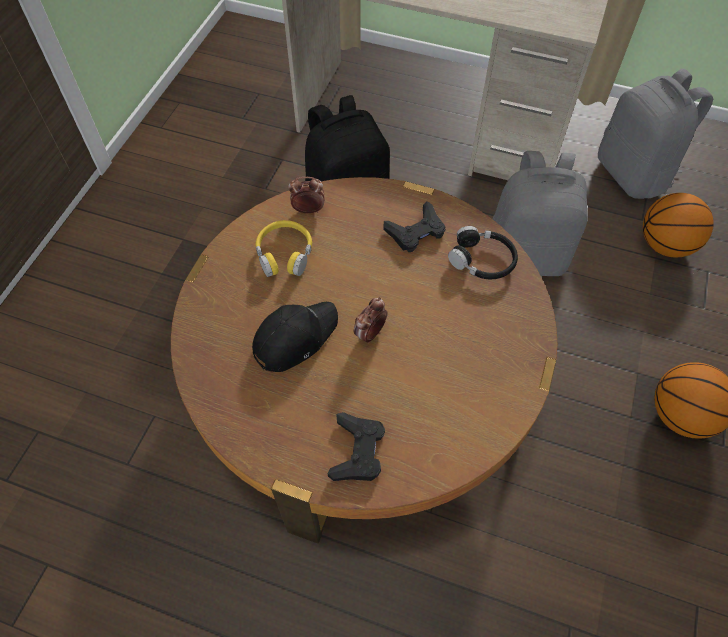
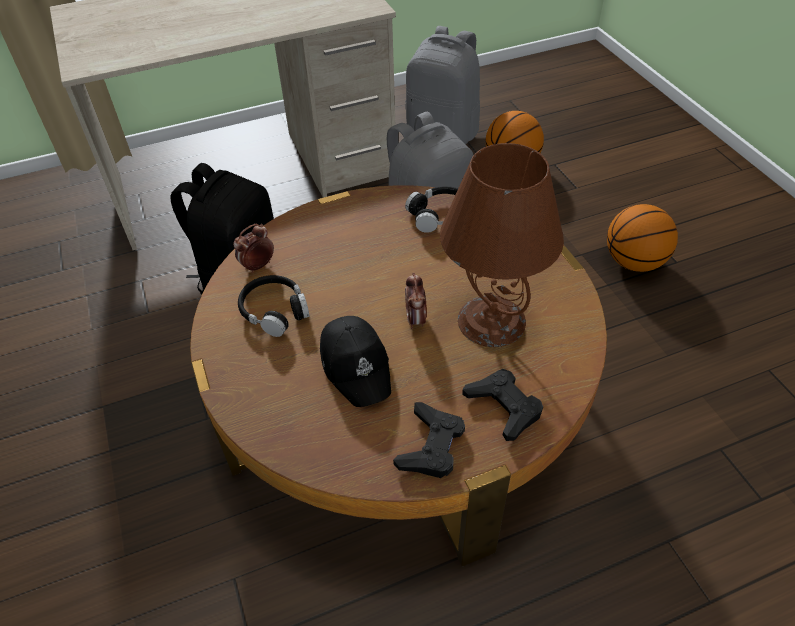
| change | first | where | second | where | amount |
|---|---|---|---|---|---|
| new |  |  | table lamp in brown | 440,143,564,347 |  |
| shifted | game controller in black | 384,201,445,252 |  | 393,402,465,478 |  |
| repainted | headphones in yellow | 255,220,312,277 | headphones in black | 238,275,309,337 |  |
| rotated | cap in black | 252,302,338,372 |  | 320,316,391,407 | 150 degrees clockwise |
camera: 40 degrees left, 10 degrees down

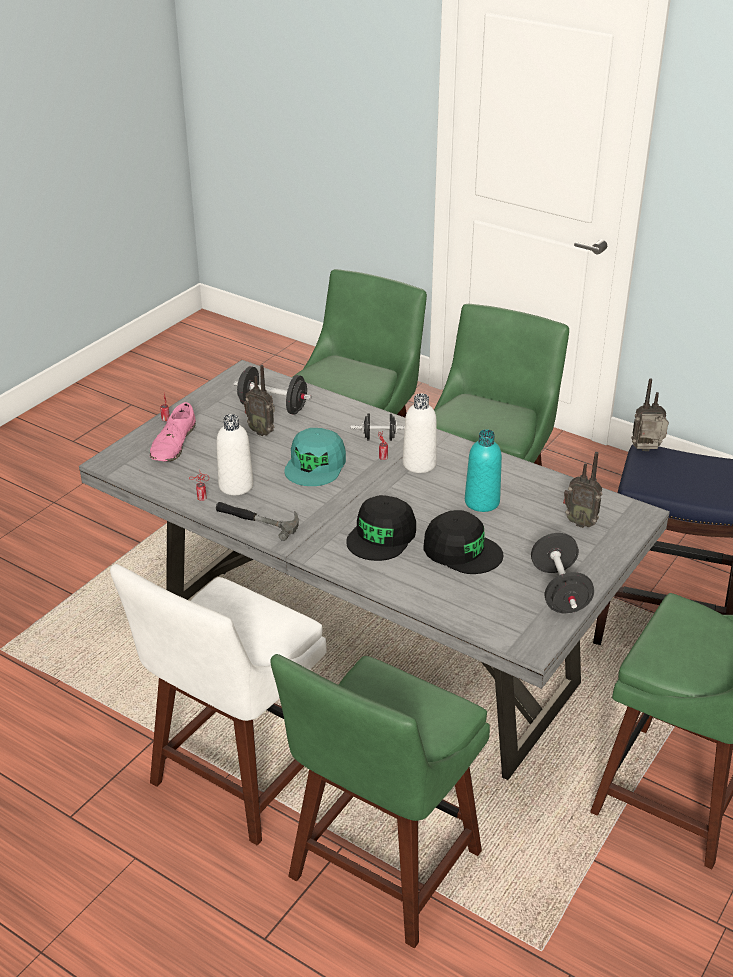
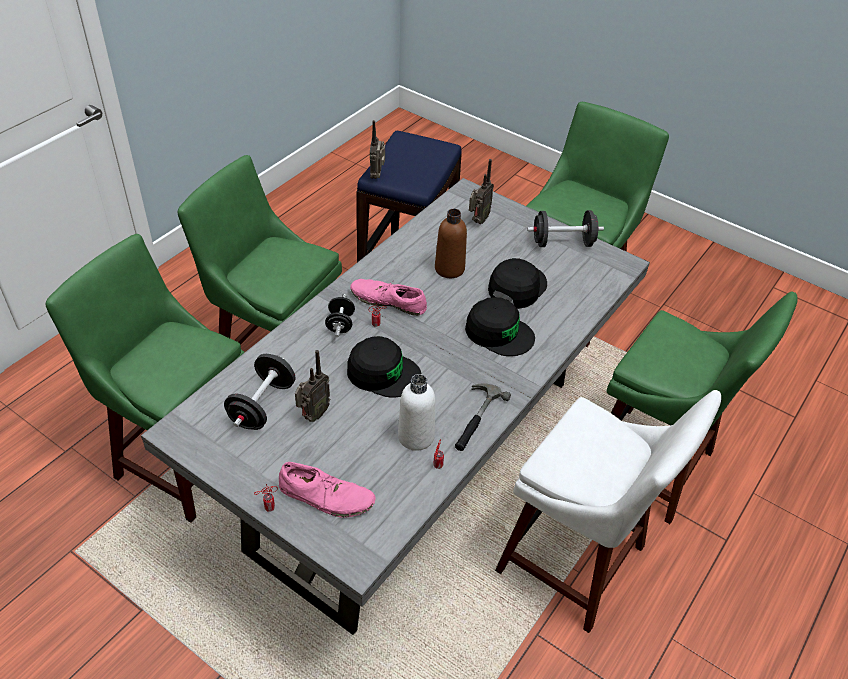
| change | first | where | second | where | amount |
|---|---|---|---|---|---|
| swapped | bottle in white | 403,393,437,473 | shoe in pink | 350,279,427,316 |  |
| repainted | cap in turquoise | 284,428,346,486 | cap in black | 347,336,421,398 |  |
| repainted | bottle in turquoise | 465,429,502,512 | bottle in brown | 435,209,467,278 |  |
camera: 90 degrees left, 10 degrees up

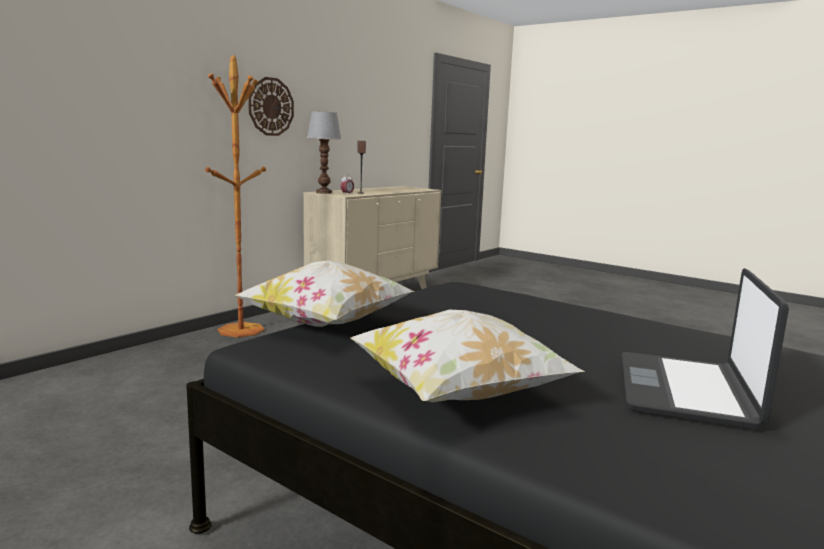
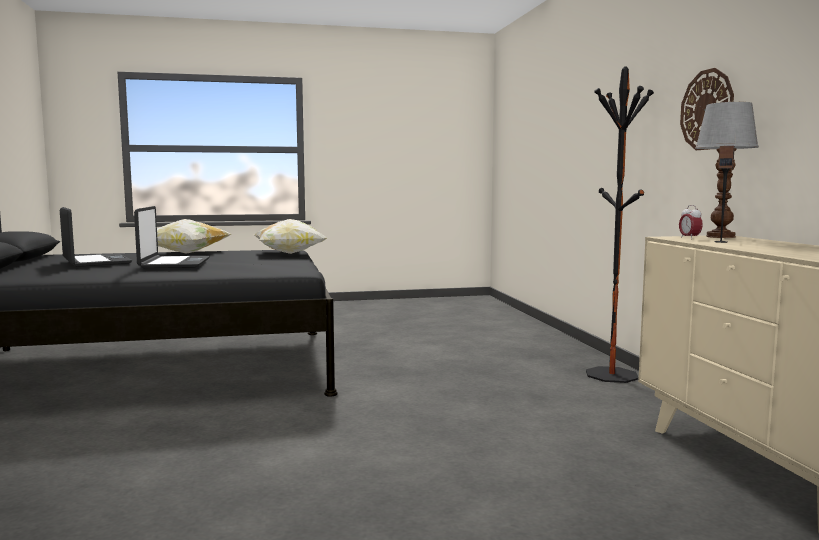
| change | first | where | second | where | amount |
|---|---|---|---|---|---|
| new |  |  | laptop | 134,206,210,269 |  |
| repainted | clothes rack in orange | 205,55,266,338 | clothes rack in black | 586,66,654,383 |  |
camera: 130 degrees right, 5 degrees down

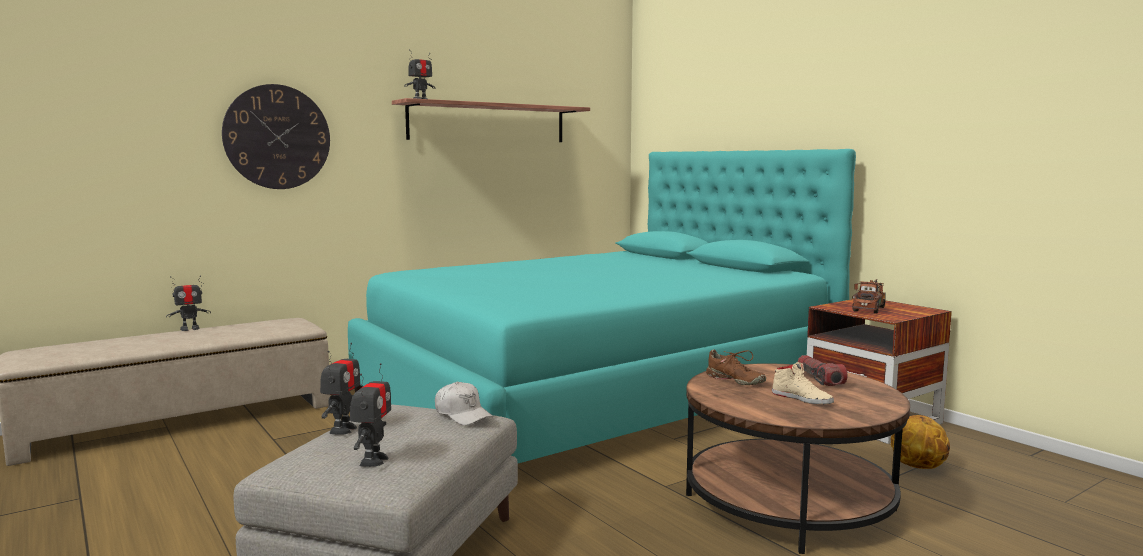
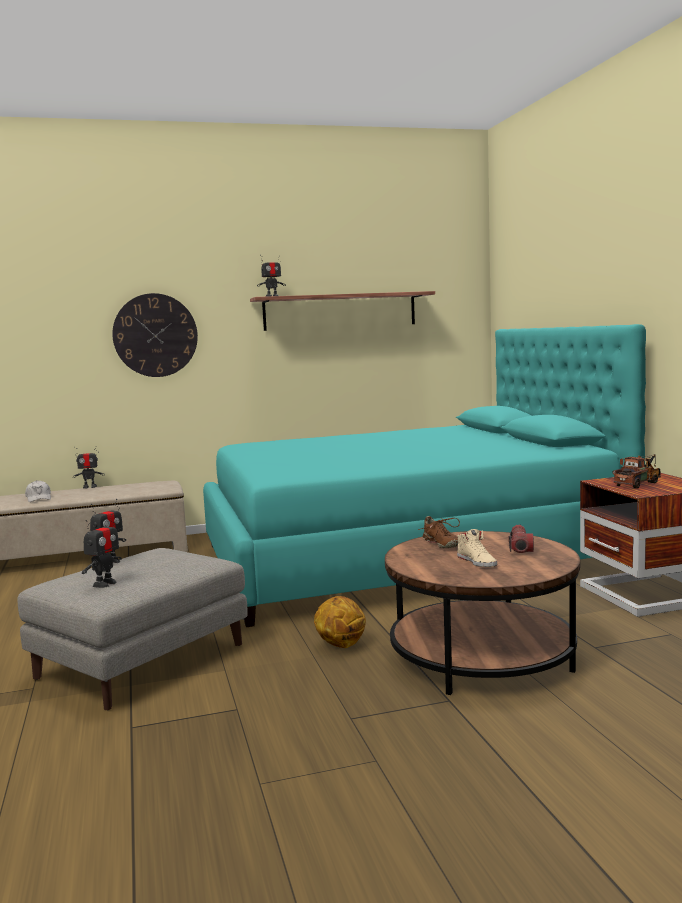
| change | first | where | second | where | amount |
|---|---|---|---|---|---|
| shifted | cap in white | 435,382,493,425 |  | 25,480,51,502 |  |
| shifted | basketball | 891,415,950,469 |  | 314,596,366,648 |  |
camera: 20 degrees right, 0 degrees up

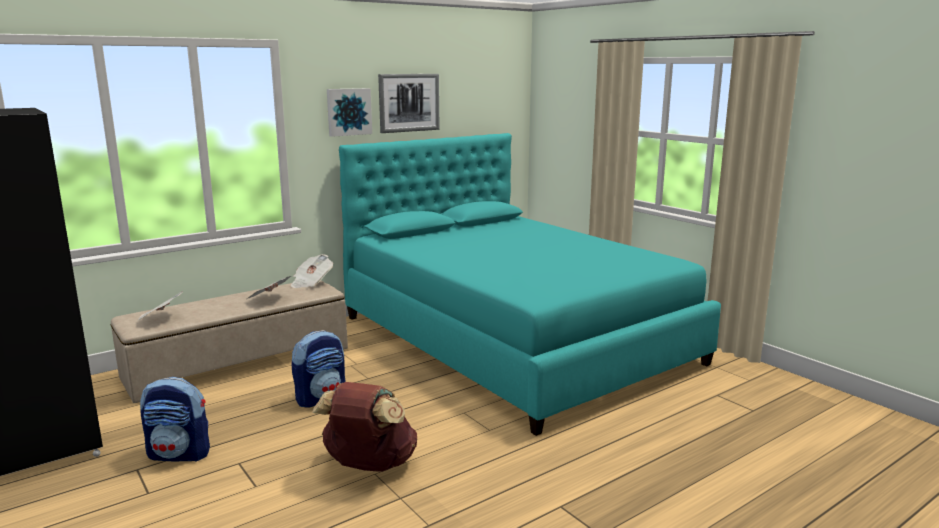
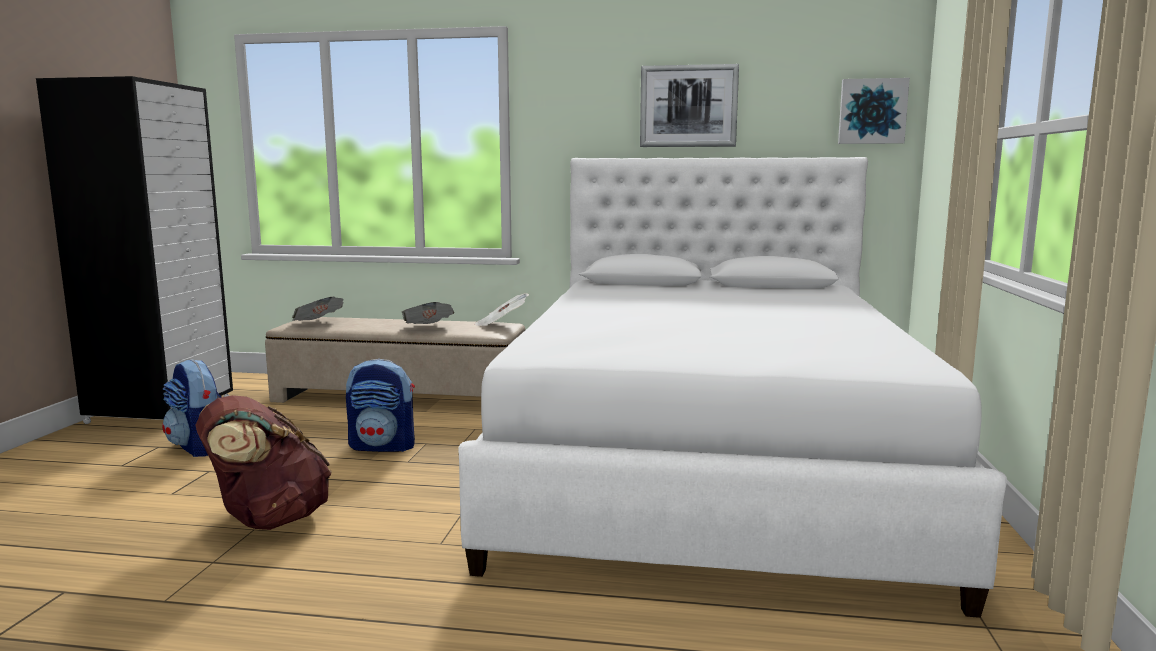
| change | first | where | second | where | amount |
|---|---|---|---|---|---|
| shifted | picture | 327,88,372,137 |  | 838,78,910,144 |  |
| repainted | bed in turquoise | 339,133,721,436 | bed in white | 459,157,1007,618 |  |
camera: 45 degrees right, 5 degrees down

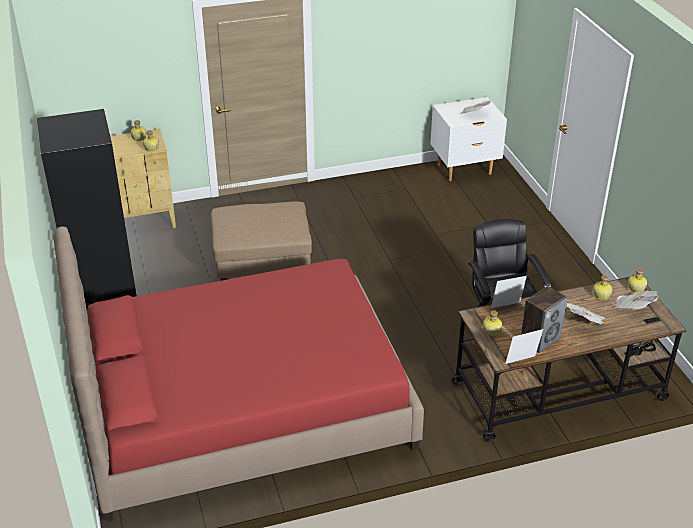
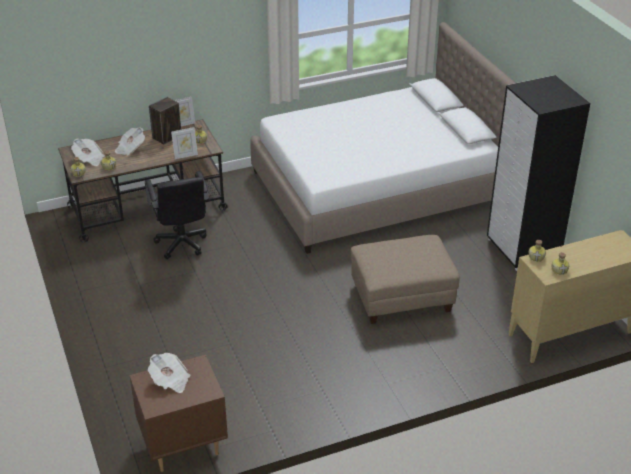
| change | first | where | second | where | amount |
|---|---|---|---|---|---|
| repainted | bed in red | 54,226,424,522 | bed in white | 250,22,515,254 |  |
| repainted | nightstand in white | 431,97,507,181 | nightstand in brown | 129,355,228,472 |  |
camera: 175 degrees right, 0 degrees up

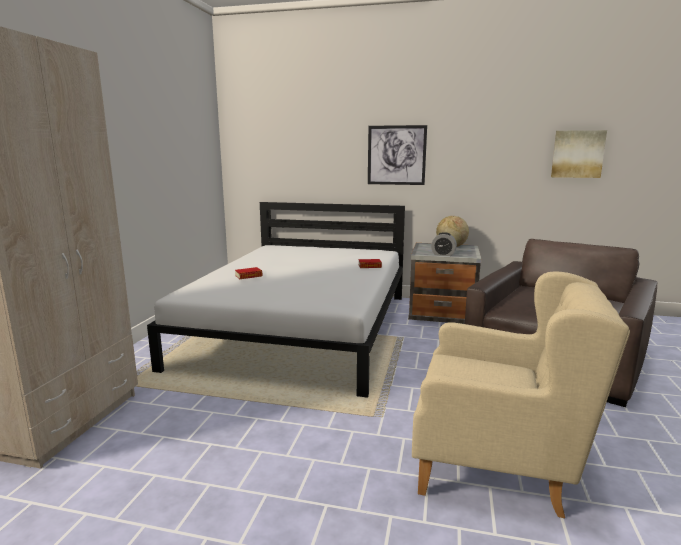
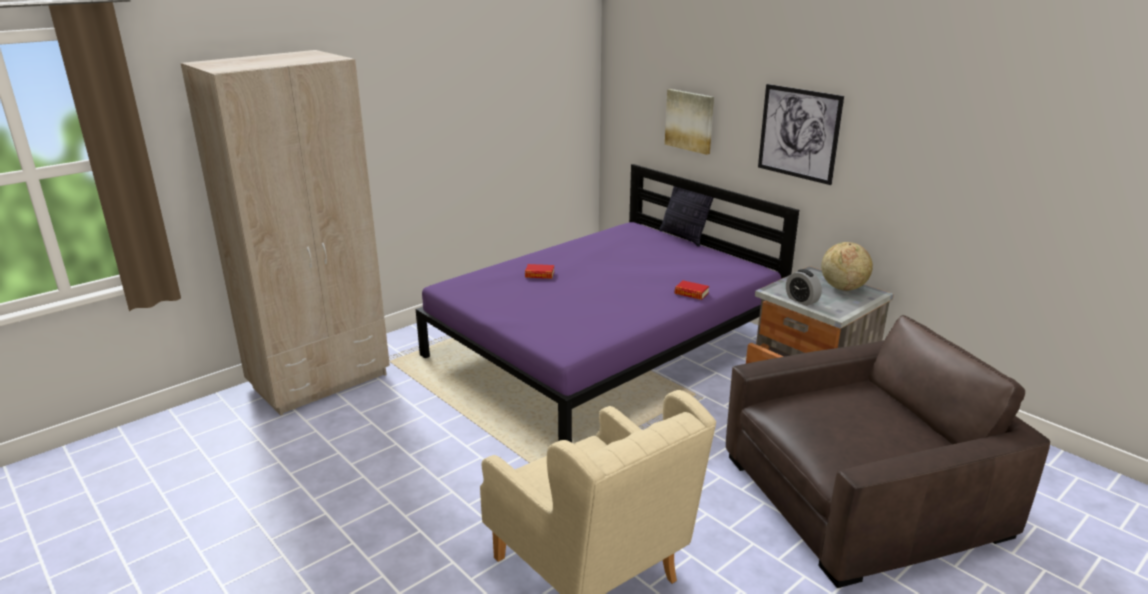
| change | first | where | second | where | amount |
|---|---|---|---|---|---|
| new |  |  | pillow | 659,186,714,247 |  |
| shifted | picture | 551,130,607,178 |  | 665,89,714,155 |  |
| repainted | bed in white | 147,202,405,398 | bed in purple | 416,164,799,442 |  |
camera: 35 degrees right, 10 degrees up

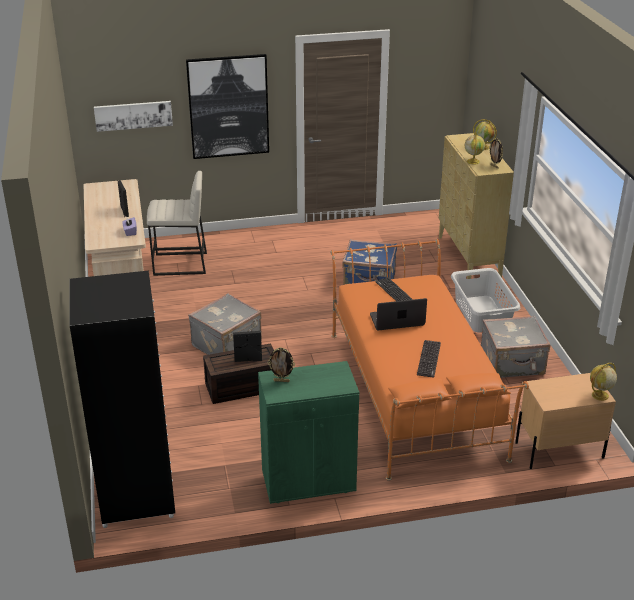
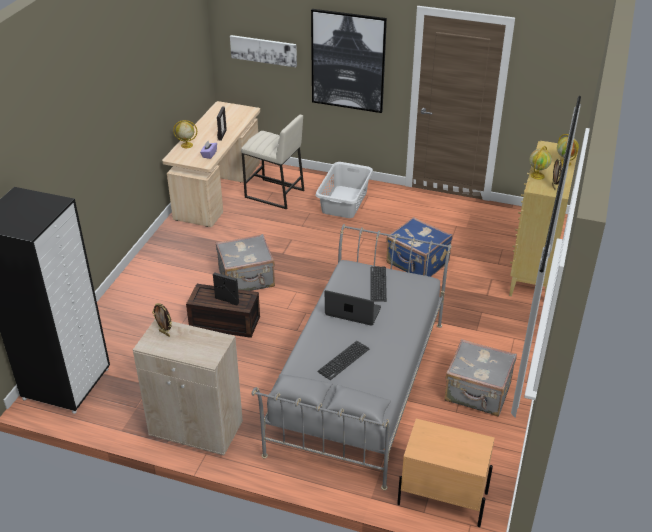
| change | first | where | second | where | amount |
|---|---|---|---|---|---|
| shifted | laundry basket in grey | 451,268,520,332 |  | 315,162,373,218 |  |
| shifted | globe | 590,363,617,401 |  | 173,120,197,148 |  |
| repainted | cabinet in green | 258,361,359,504 | cabinet in beige | 133,319,243,455 |  |
| repainted | bed in orange | 330,239,529,481 | bed in grey | 251,224,452,490 |  |
camera: 30 degrees right, 5 degrees up

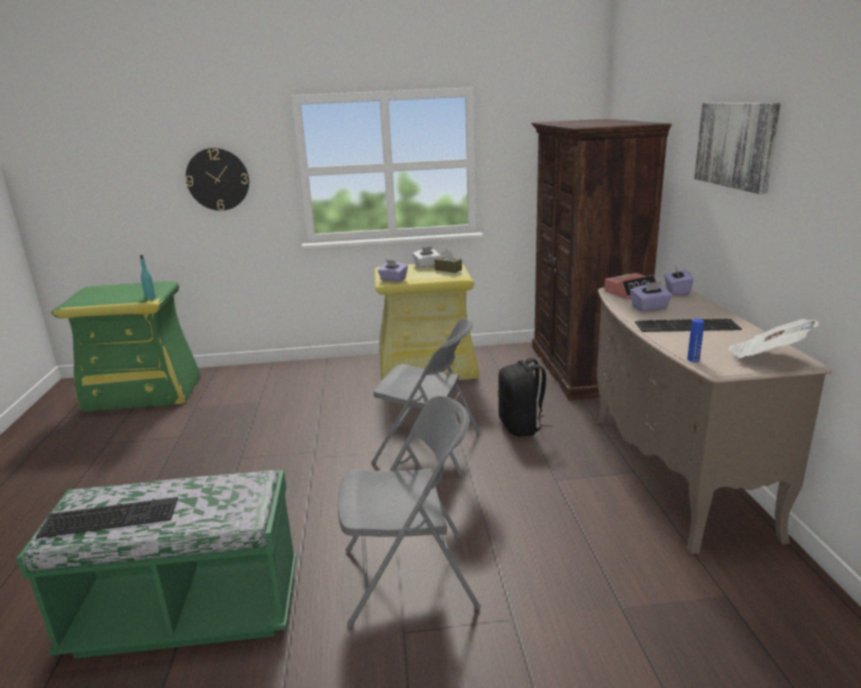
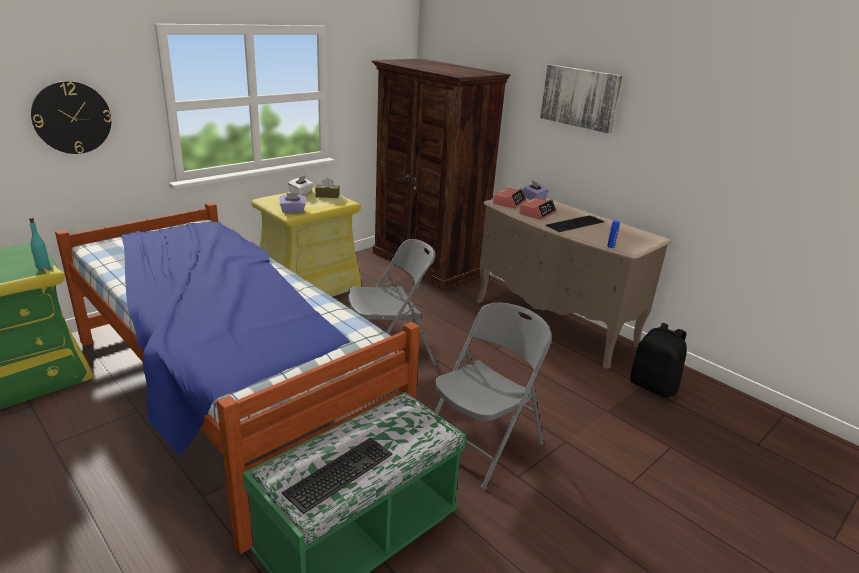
| change | first | where | second | where | amount |
|---|---|---|---|---|---|
| gone | newspaper | 728,319,819,359 |  |  |  |
| new |  |  | bed | 55,202,420,554 |  |
| shifted | backpack in black | 498,358,552,437 |  | 630,323,687,398 |  |
| swapped | tissue box in purple | 630,281,672,311 | alarm clock | 519,198,557,220 |  |
camera: 40 degrees left, 5 degrees up

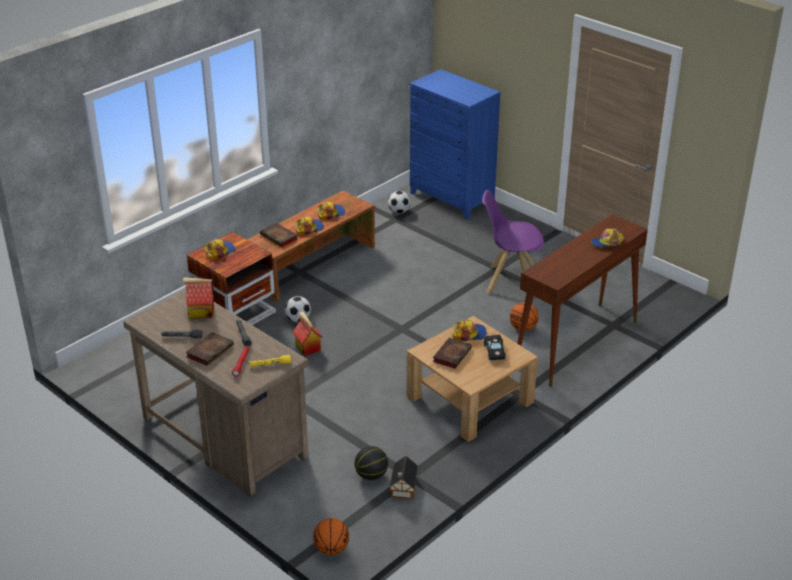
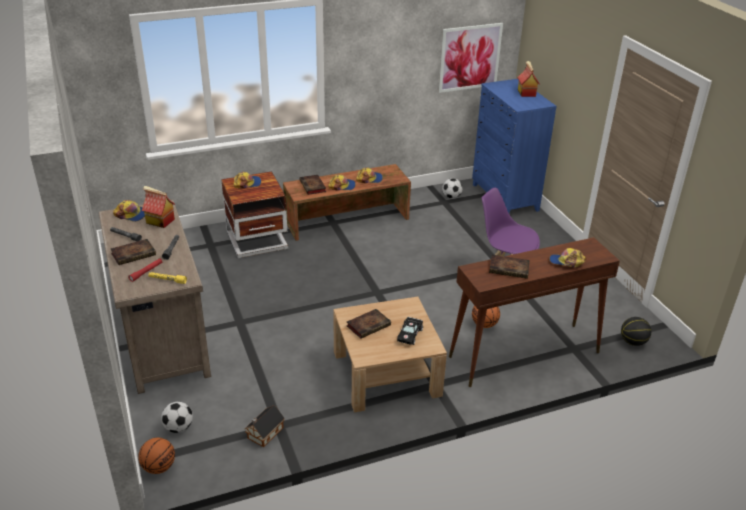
| change | first | where | second | where | amount |
|---|---|---|---|---|---|
| new |  |  | picture | 439,23,503,93 |  |
| new |  |  | book | 489,255,530,279 |  |
| shifted | football | 285,296,311,322 |  | 161,402,193,433 |  |
| shifted | toy house | 292,311,323,356 |  | 517,61,540,97 |  |
| shifted | basketball | 354,446,388,480 |  | 621,317,651,346 |  |
| shifted | cap | 453,319,487,341 |  | 113,200,145,222 |  |
camera: 25 degrees right, 0 degrees up

